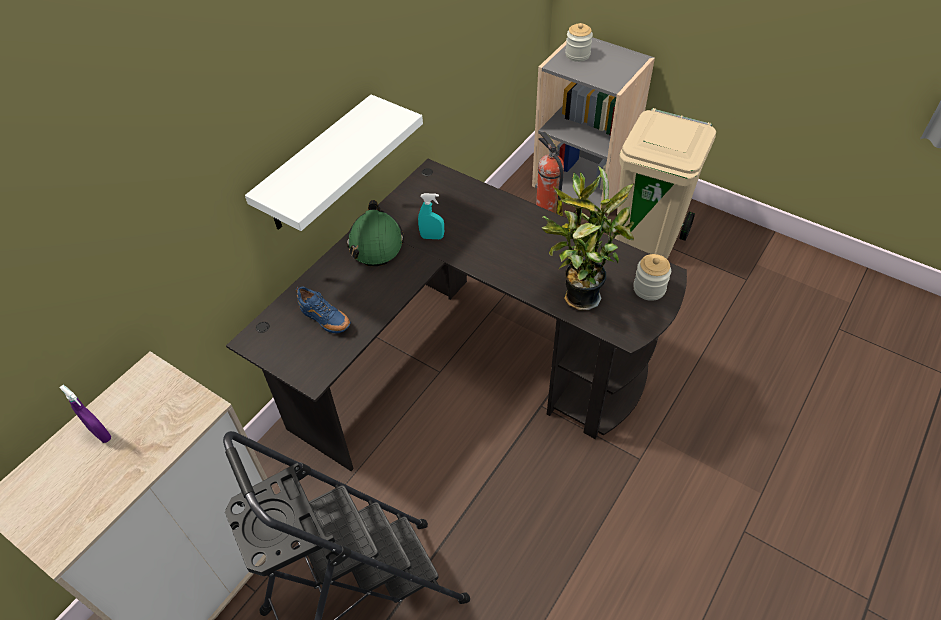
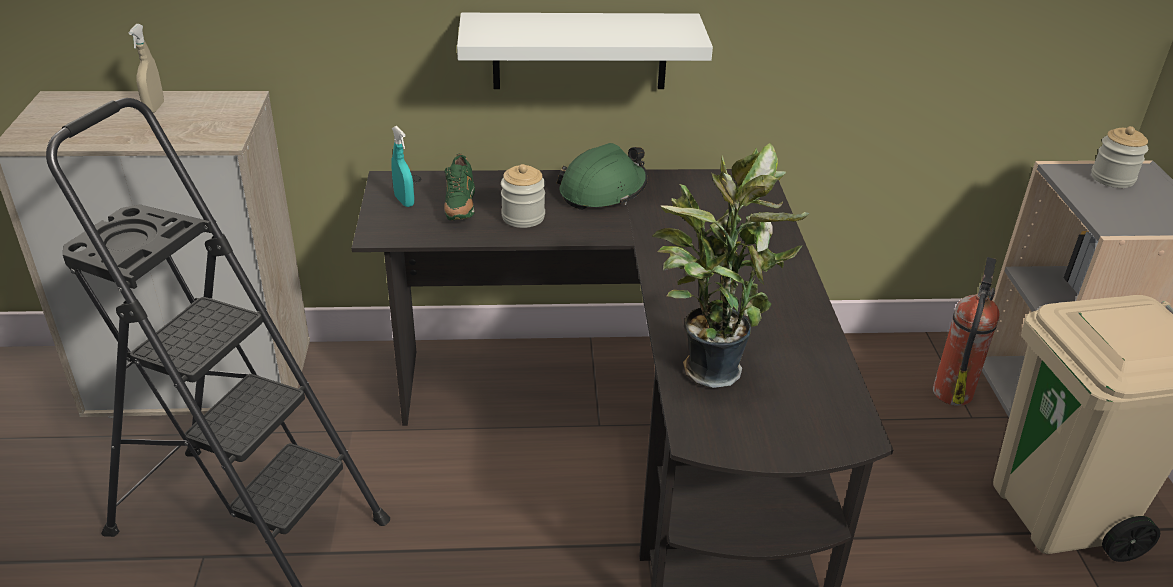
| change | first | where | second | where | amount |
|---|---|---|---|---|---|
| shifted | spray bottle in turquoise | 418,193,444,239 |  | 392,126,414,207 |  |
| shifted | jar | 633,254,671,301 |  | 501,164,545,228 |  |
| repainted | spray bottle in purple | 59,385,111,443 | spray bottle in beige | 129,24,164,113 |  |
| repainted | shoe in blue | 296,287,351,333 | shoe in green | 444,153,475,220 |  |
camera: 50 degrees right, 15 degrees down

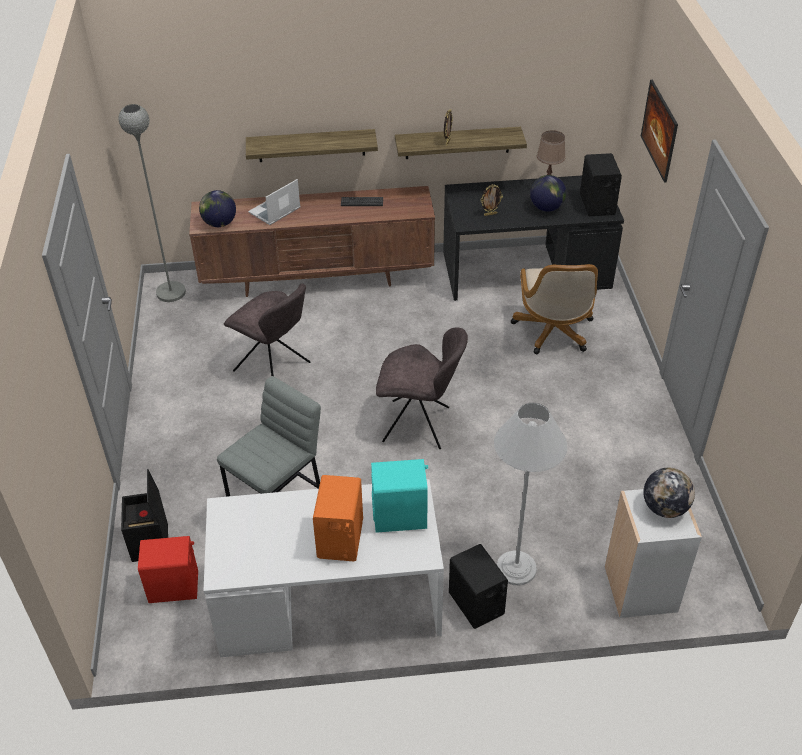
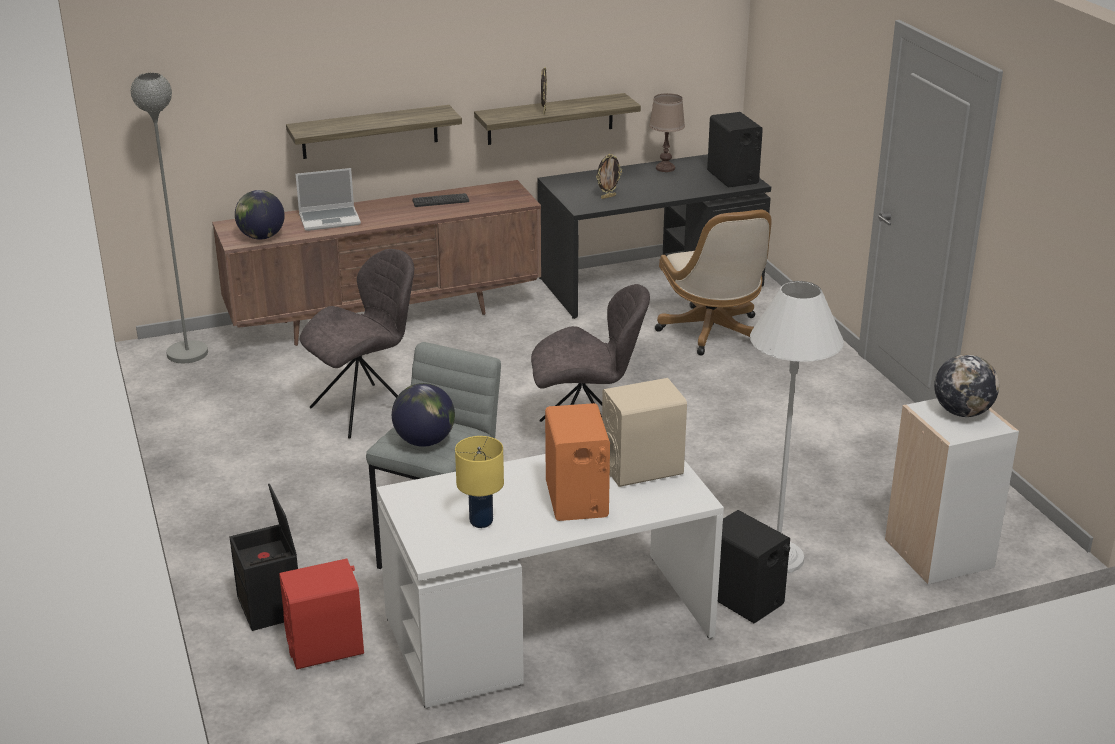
| change | first | where | second | where | amount |
|---|---|---|---|---|---|
| gone | picture | 641,80,678,183 |  |  |  |
| new |  |  | table lamp in yellow | 455,436,504,528 |  |
| shifted | globe | 530,175,566,212 |  | 392,383,455,447 |  |
| repainted | speaker in turquoise | 371,459,428,533 | speaker in beige | 602,378,687,487 |  |
| rotated | chair in grey | 224,283,310,376 |  | 300,249,414,439 | 60 degrees counterclockwise |
| rotated | laptop | 248,179,301,225 |  | 295,168,361,231 | 135 degrees counterclockwise |
camera: 15 degrees left, 15 degrees down

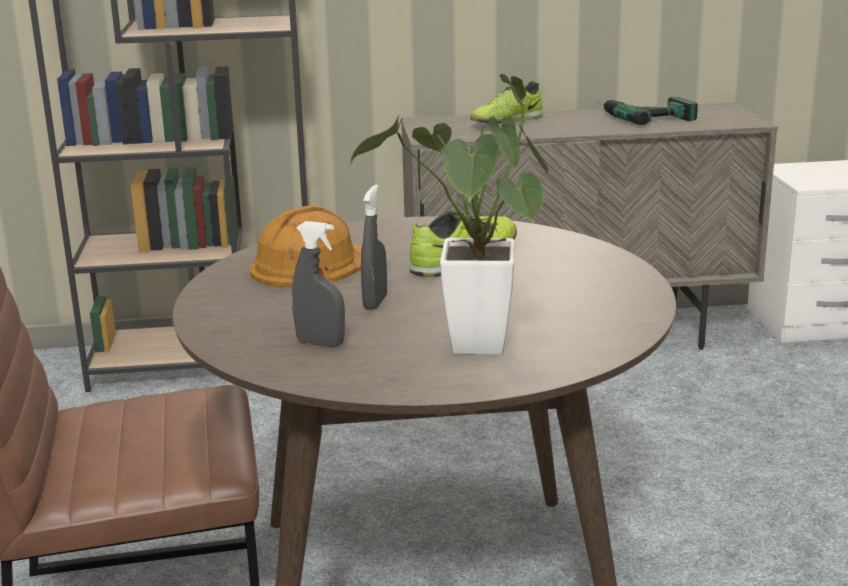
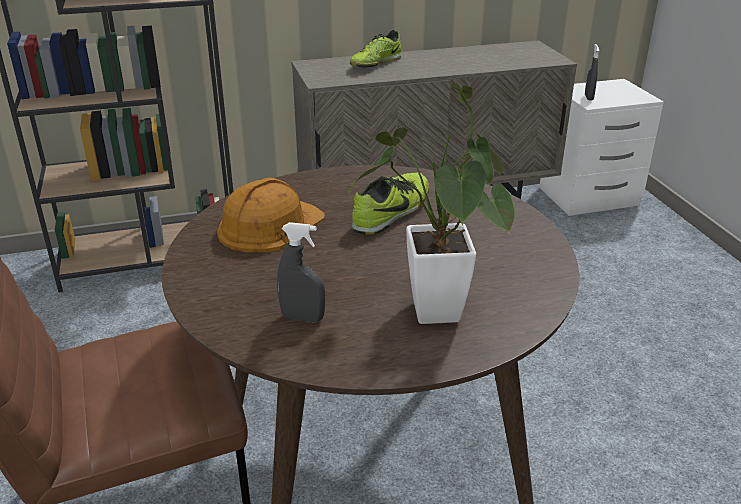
| change | first | where | second | where | amount |
|---|---|---|---|---|---|
| gone | power drill | 597,97,698,125 |  |  |  |
| shifted | spray bottle in grey | 361,185,387,310 |  | 585,44,599,100 |  |
camera: 10 degrees left, 10 degrees up

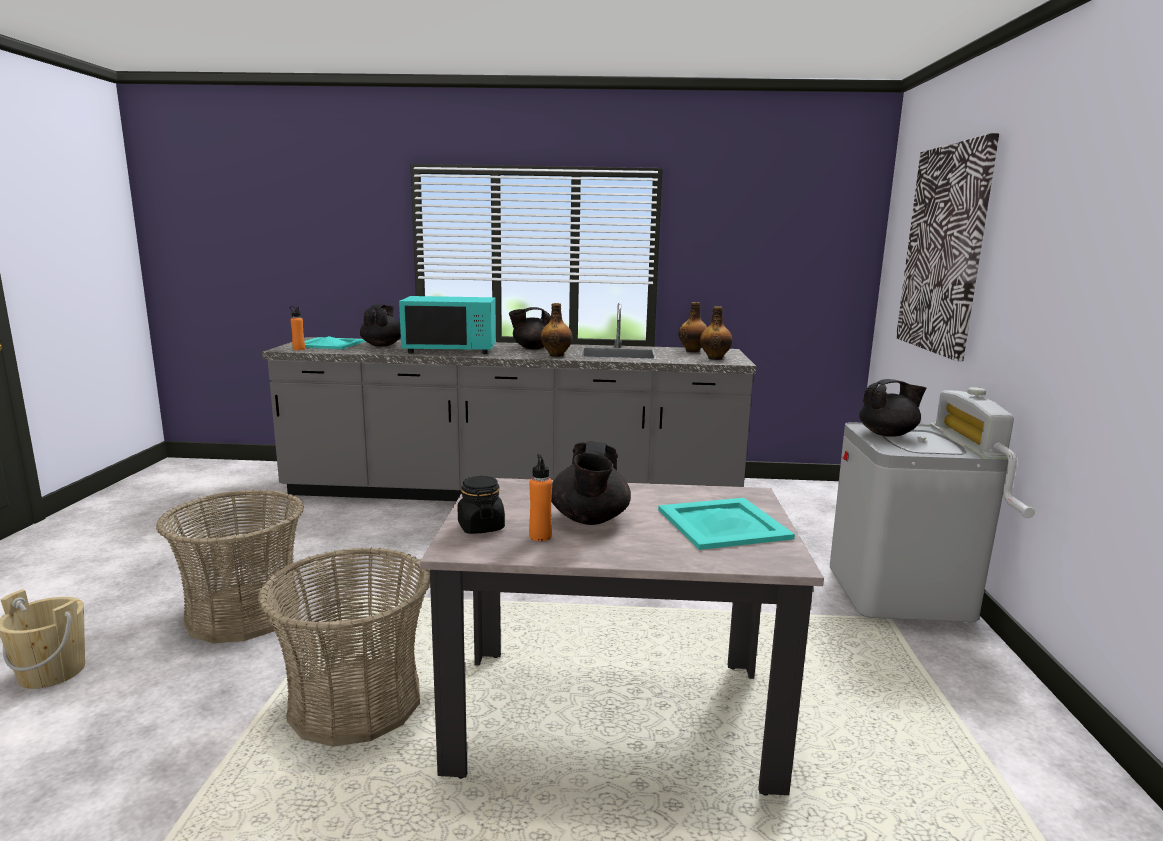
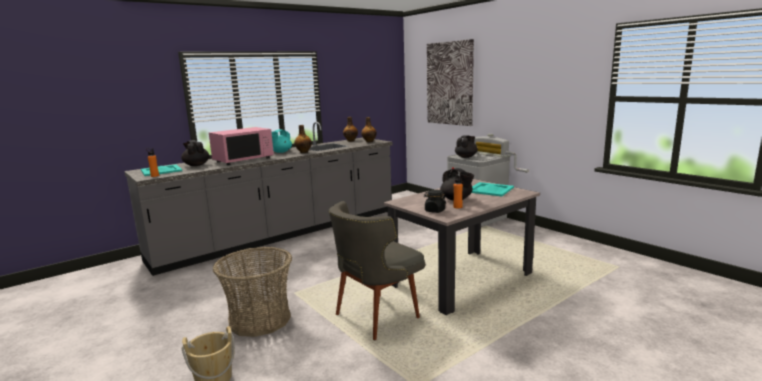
| change | first | where | second | where | amount |
|---|---|---|---|---|---|
| swapped | basket | 258,547,430,747 | chair in grey | 329,201,425,340 |  |
| repainted | microwave in turquoise | 399,296,496,354 | microwave in pink | 209,127,274,165 |  |
| repainted | teapot in black | 509,307,551,350 | teapot in turquoise | 272,129,292,153 |  |
camera: 40 degrees left, 0 degrees up

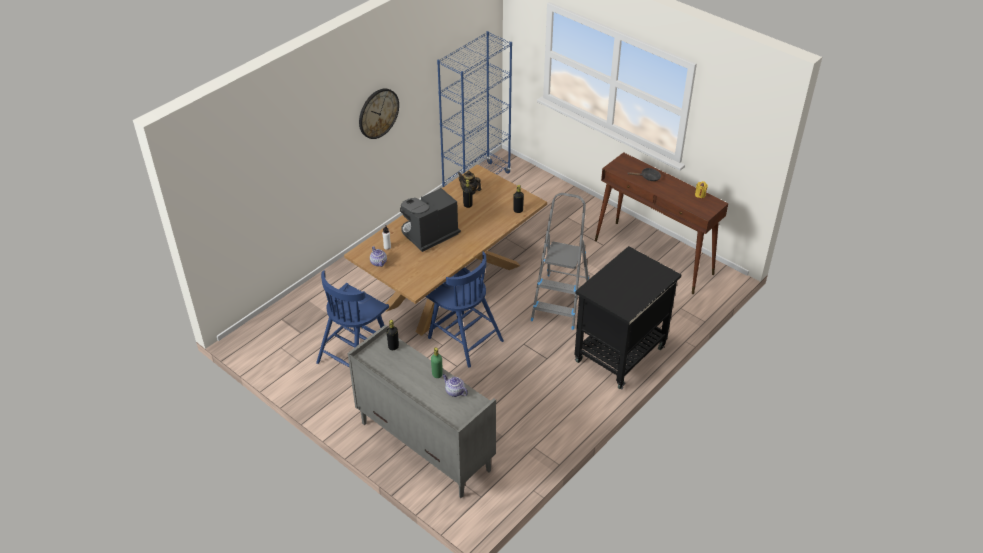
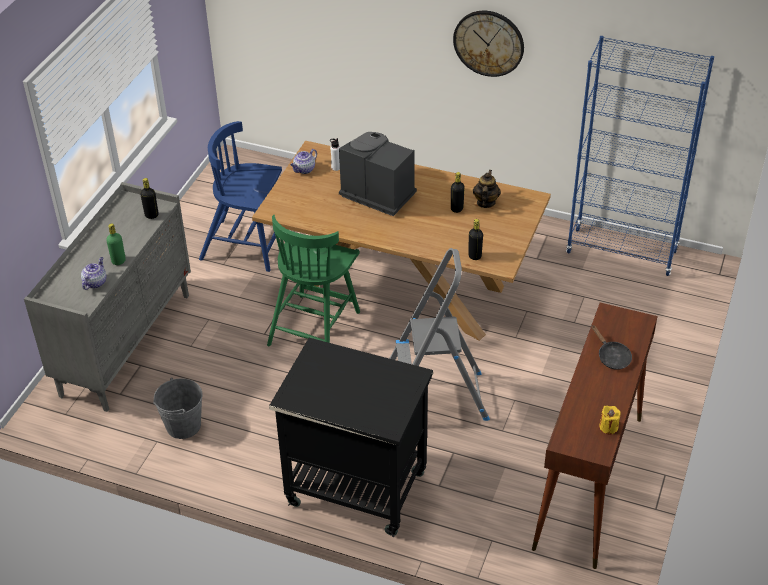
| change | first | where | second | where | amount |
|---|---|---|---|---|---|
| new |  |  | bucket in grey | 153,378,202,439 |  |
| repainted | chair in blue | 425,251,504,368 | chair in green | 267,215,360,346 |  |
camera: 70 degrees right, 0 degrees up

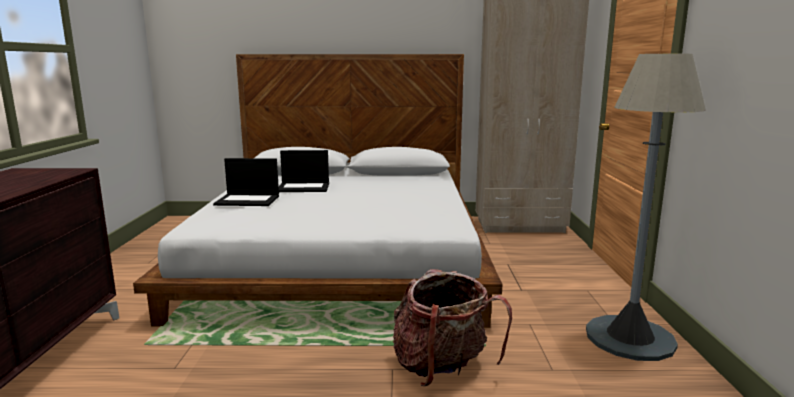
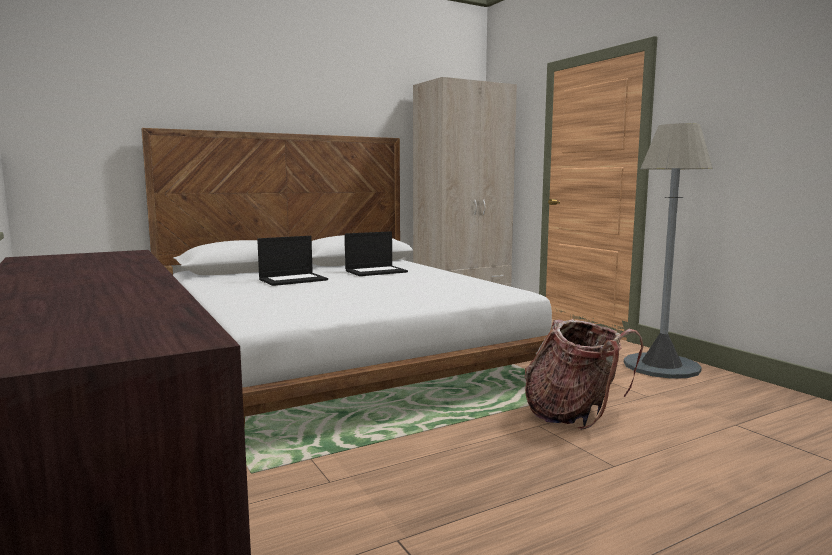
| change | first | where | second | where | amount |
|---|---|---|---|---|---|
| shifted | laptop | 213,158,279,206 |  | 345,231,408,276 |  |
camera: 30 degrees left, 5 degrees down

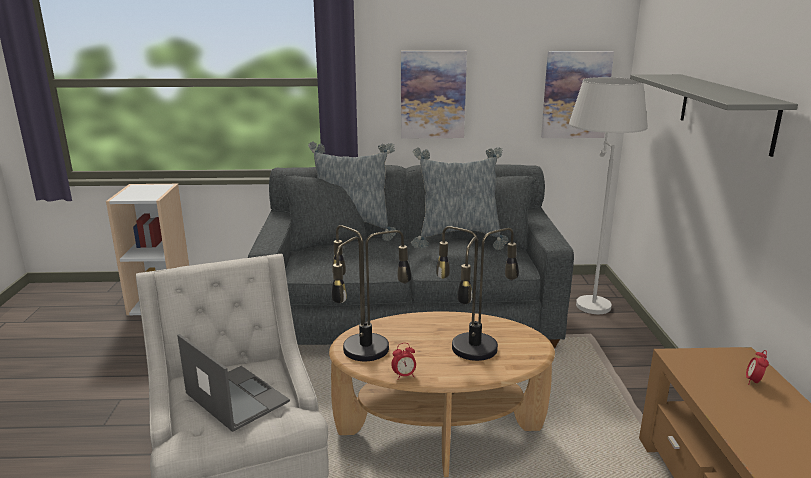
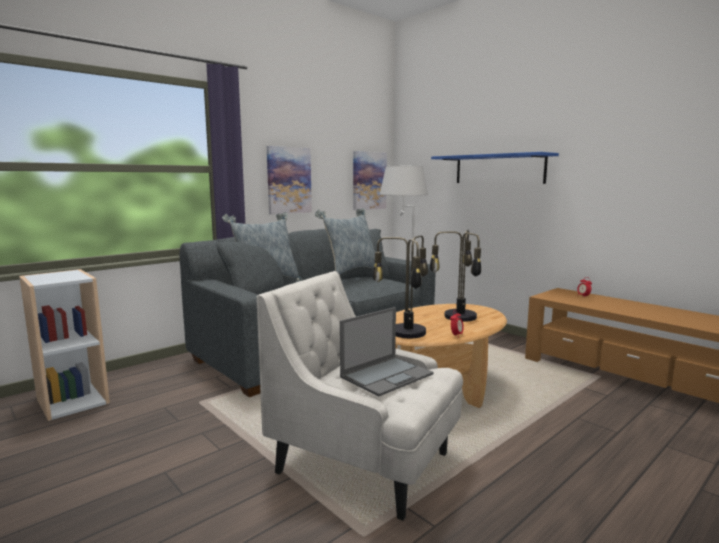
| change | first | where | second | where | amount |
|---|---|---|---|---|---|
| repainted | shelf in grey | 630,74,798,157 | shelf in blue | 431,152,559,184 |  |
| rotated | laptop | 177,334,290,432 |  | 340,307,434,396 | 135 degrees clockwise |
camera: 40 degrees left, 10 degrees down

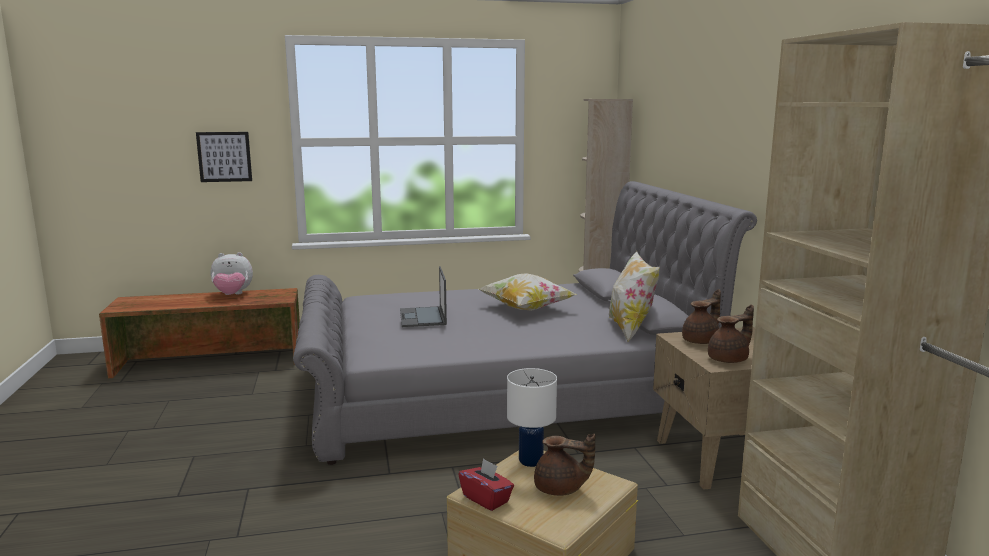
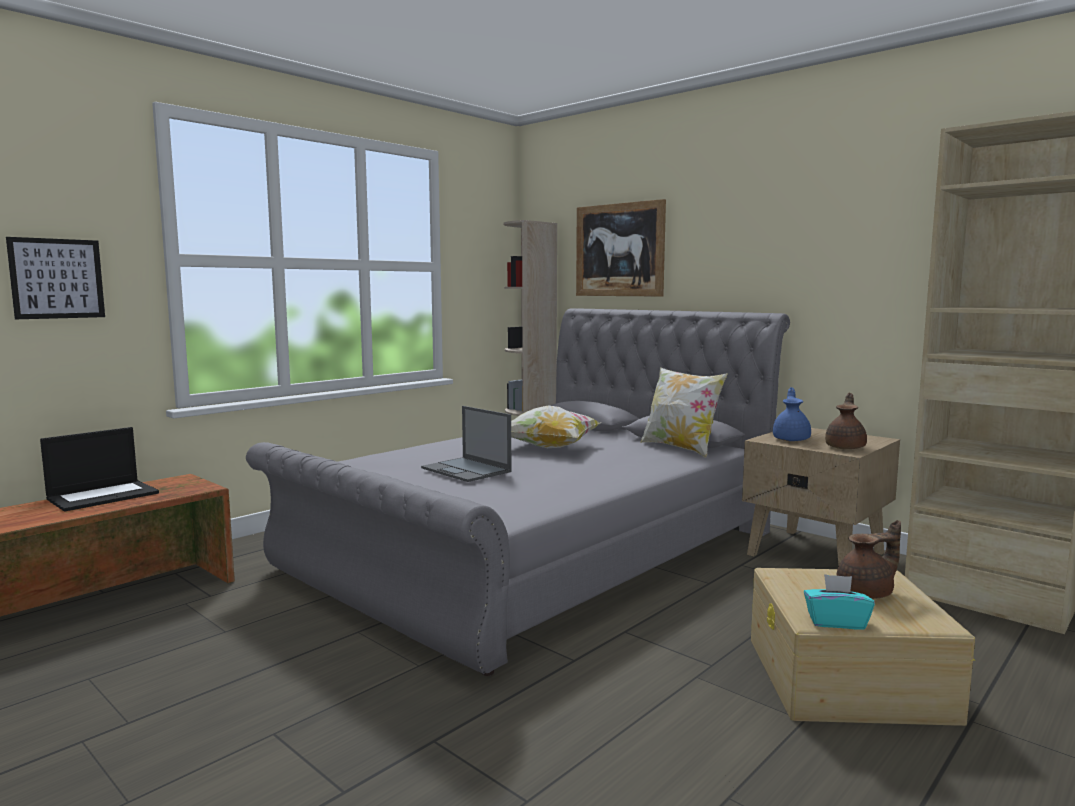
| change | first | where | second | where | amount |
|---|---|---|---|---|---|
| gone | table lamp in white | 507,368,557,467 |  |  |  |
| new |  |  | picture | 576,199,666,297 |  |
| swapped | plush toy | 211,252,253,295 | laptop | 40,427,159,512 |  |
| repainted | tissue box in red | 458,458,514,511 | tissue box in turquoise | 804,574,875,630 |  |
| repainted | teapot in brown | 682,289,721,344 | teapot in blue | 773,387,811,441 |  |
camera: 35 degrees left, 5 degrees down

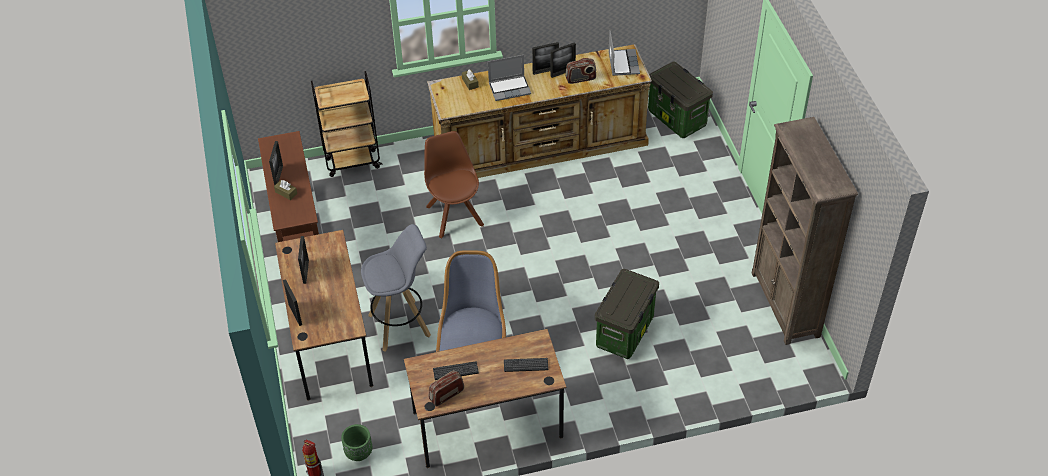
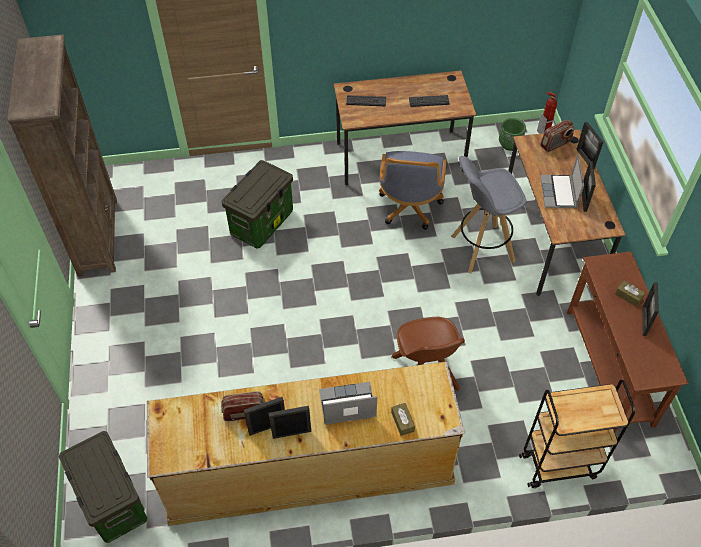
| change | first | where | second | where | amount |
|---|---|---|---|---|---|
| shifted | radio | 429,370,464,406 |  | 540,120,574,152 |  |
| shifted | laptop | 608,30,640,76 |  | 540,154,584,208 |  |
camera: 175 degrees left, 5 degrees up

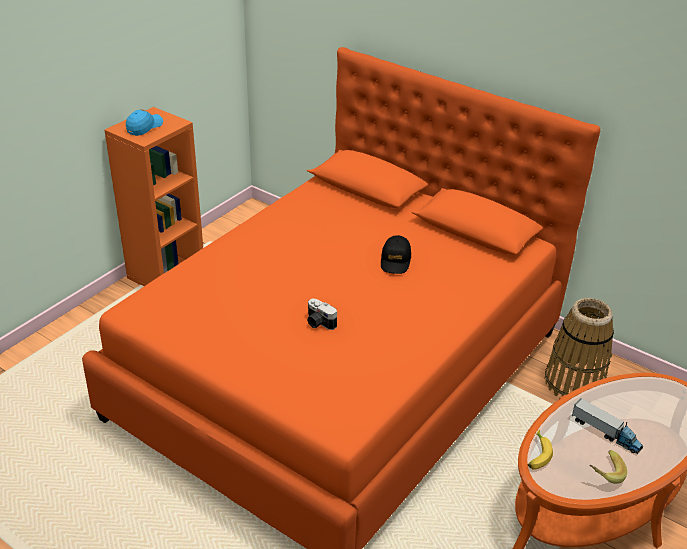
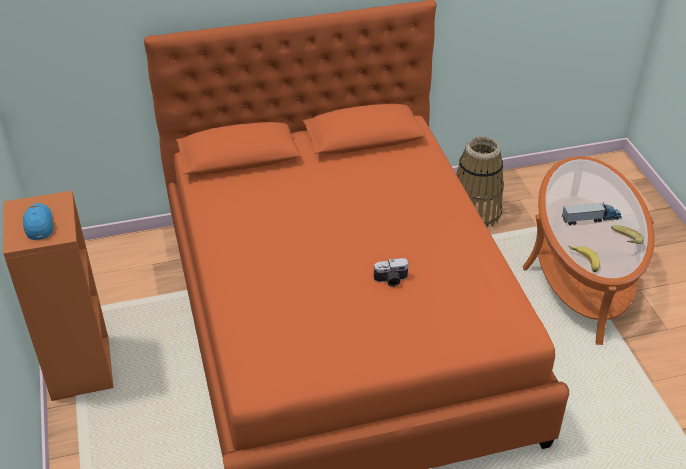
| change | first | where | second | where | amount |
|---|---|---|---|---|---|
| gone | cap in black | 381,235,411,274 |  |  |  |
camera: 50 degrees left, 5 degrees up

